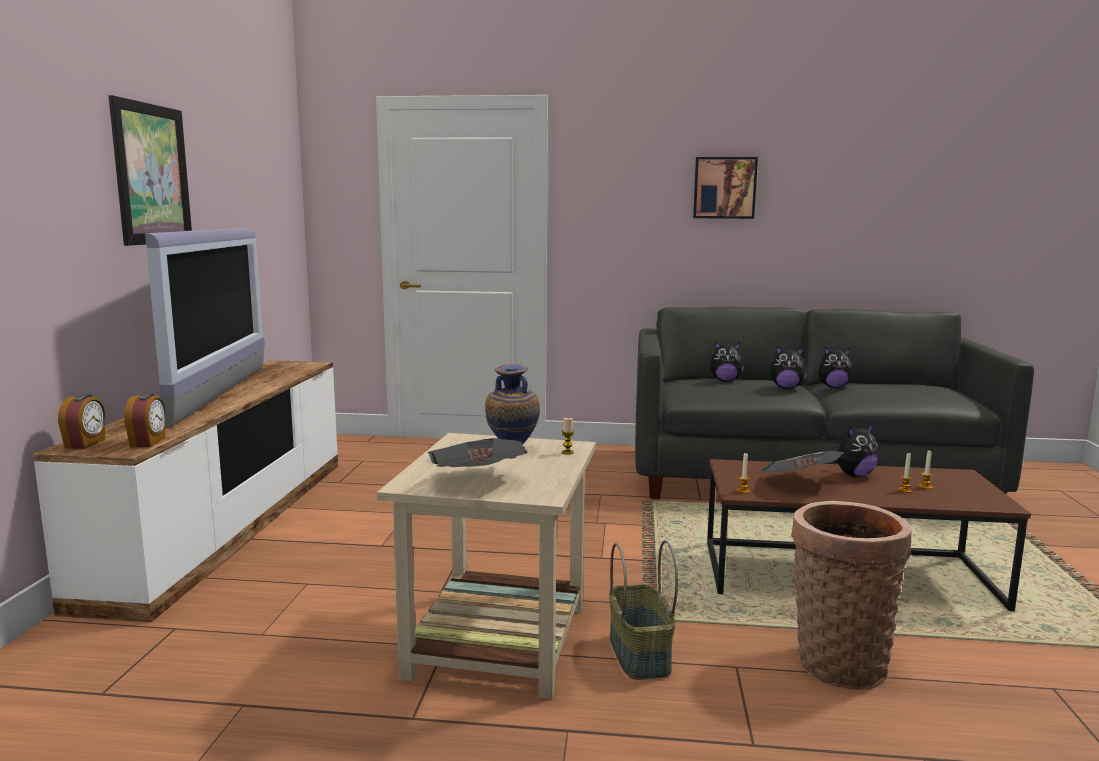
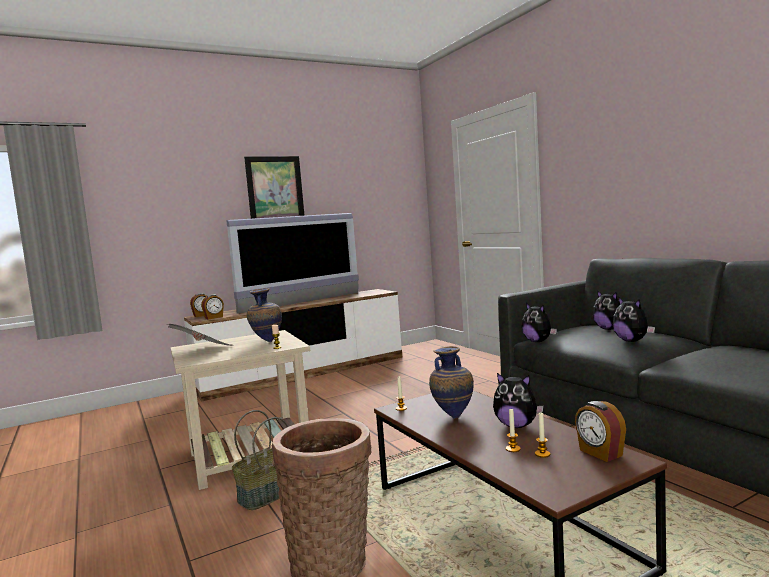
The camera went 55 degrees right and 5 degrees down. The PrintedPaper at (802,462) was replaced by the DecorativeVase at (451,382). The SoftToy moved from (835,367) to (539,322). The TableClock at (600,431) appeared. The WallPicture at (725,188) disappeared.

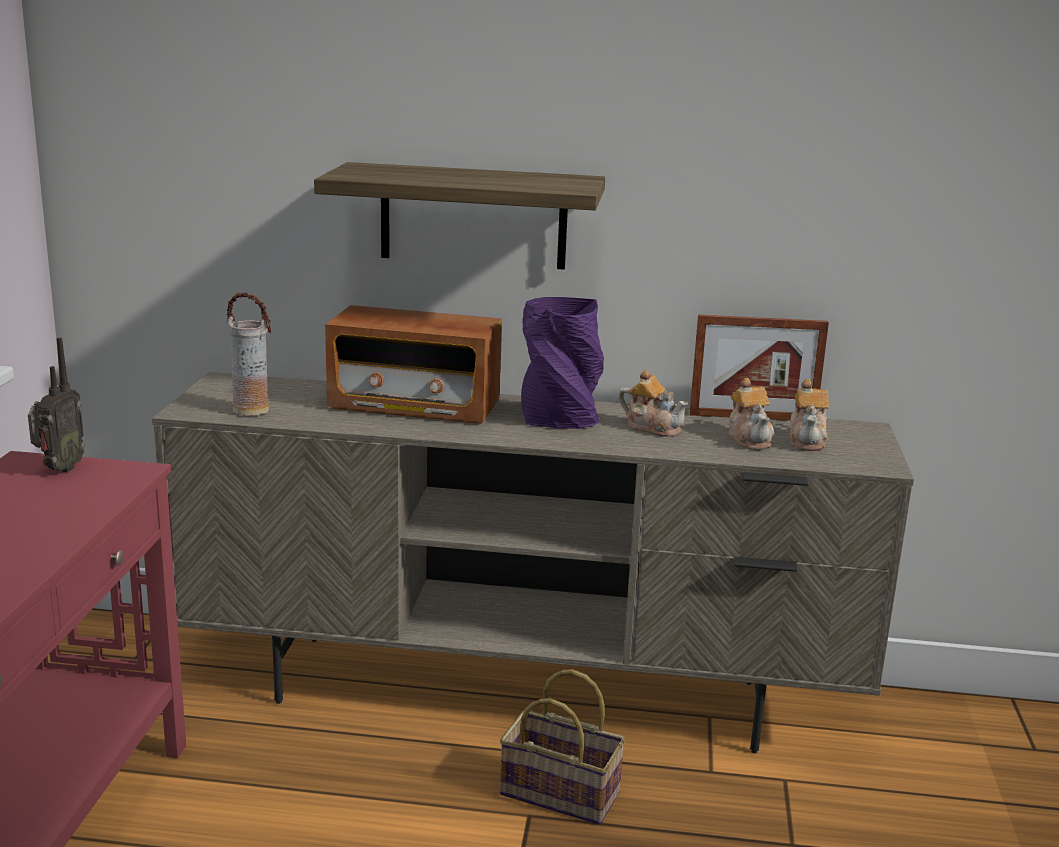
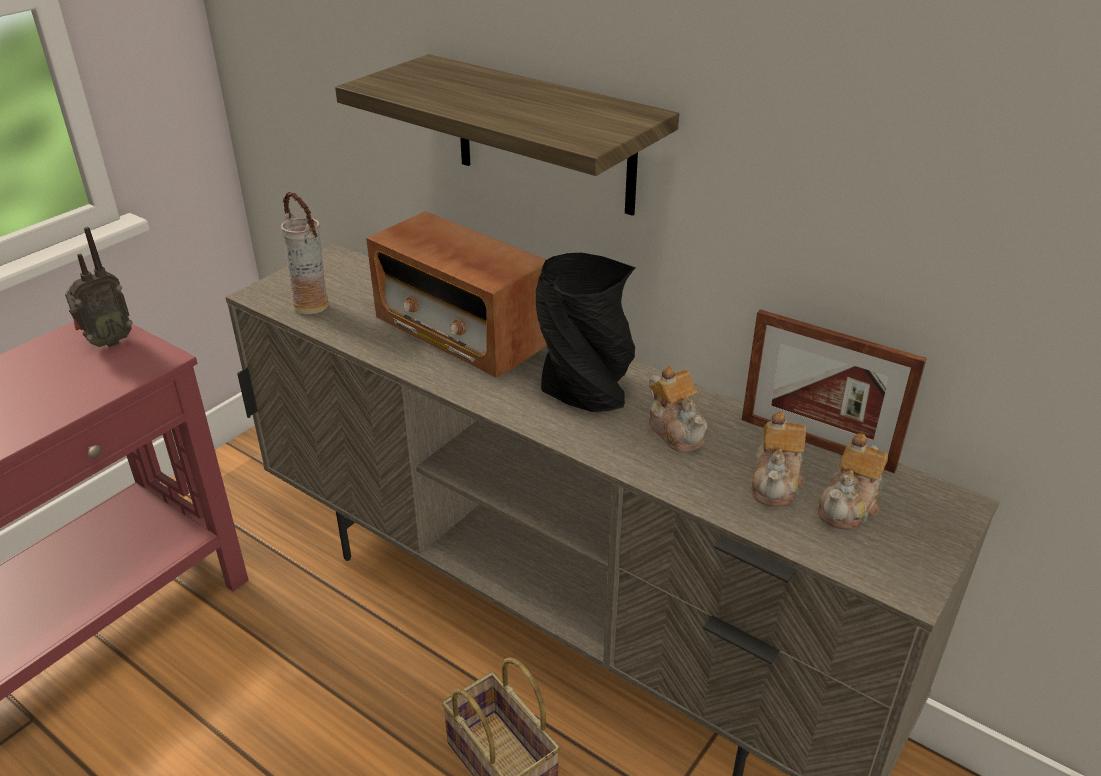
The camera went 30 degrees right and 15 degrees up. The PurplishDecorativeVase at (562,363) became the BlackishDecorativeVase at (586,332).

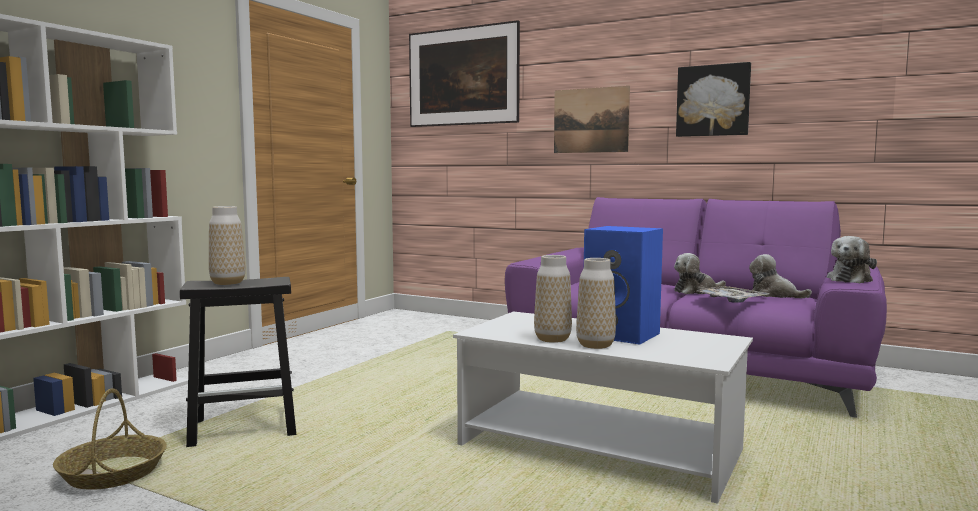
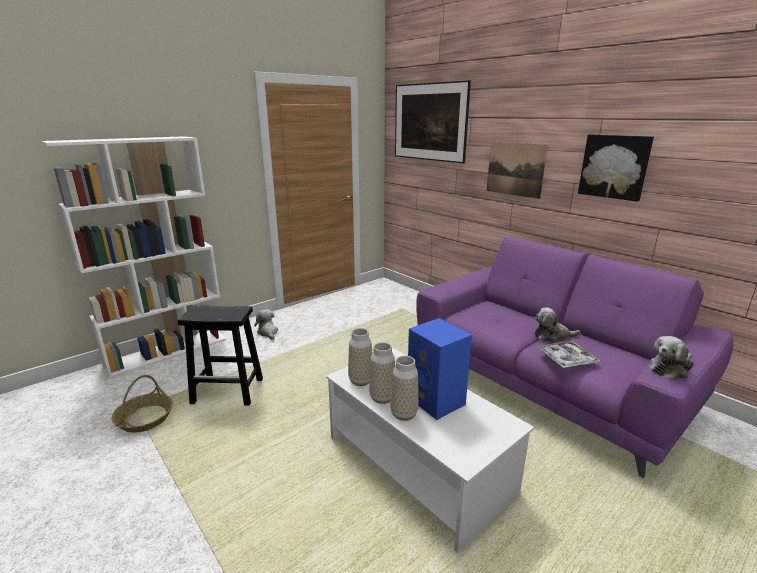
The camera went 20 degrees right and 15 degrees up. The SoftToy moved from (780,276) to (266,324). The DecorativeVase moved from (227,245) to (360,357).

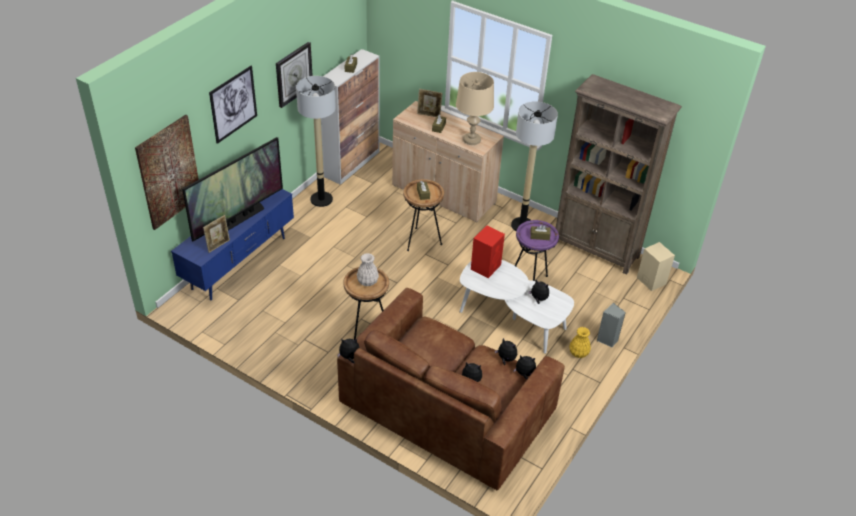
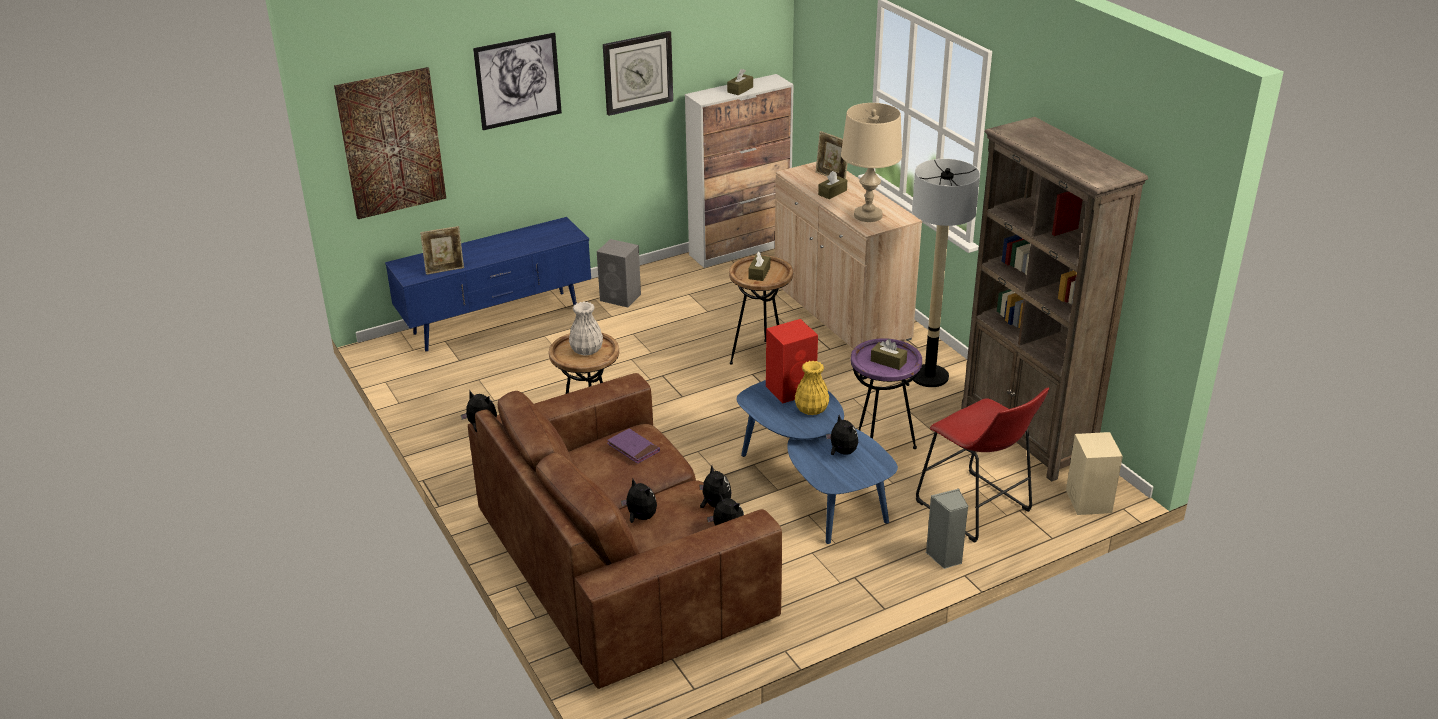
The camera went 30 degrees right and 10 degrees down. The GreyishAudioSpeaker at (619,273) appeared. The PurplishVolume at (633,446) appeared. The WhiteCoffeeTable at (517,307) became the BluishCoffeeTable at (817,462). The YellowishDecorativeVase moved from (580,342) to (812,388). The RedColouredSittingStool at (982,465) appeared. The Television at (232,189) disappeared. The StandingLamp at (316,141) disappeared.

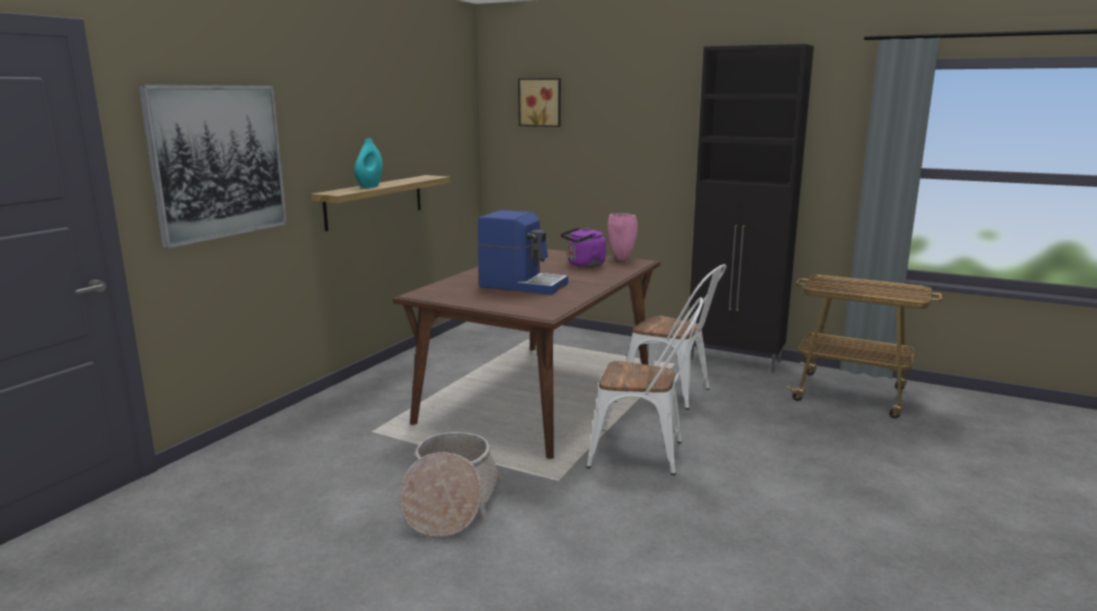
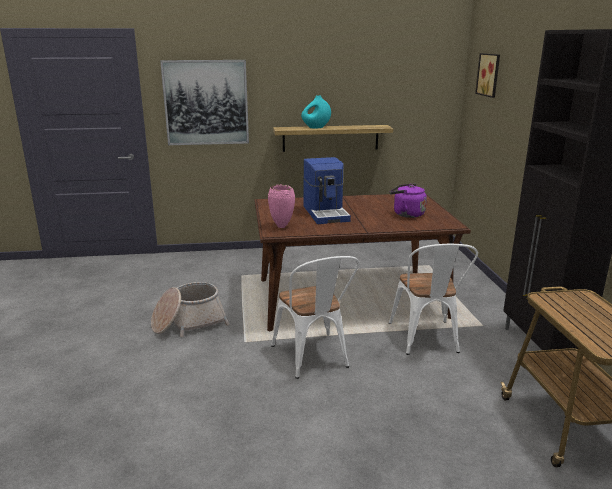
The camera went 55 degrees right and 5 degrees up. The PinkDecorativeVase moved from (622,236) to (281,206).

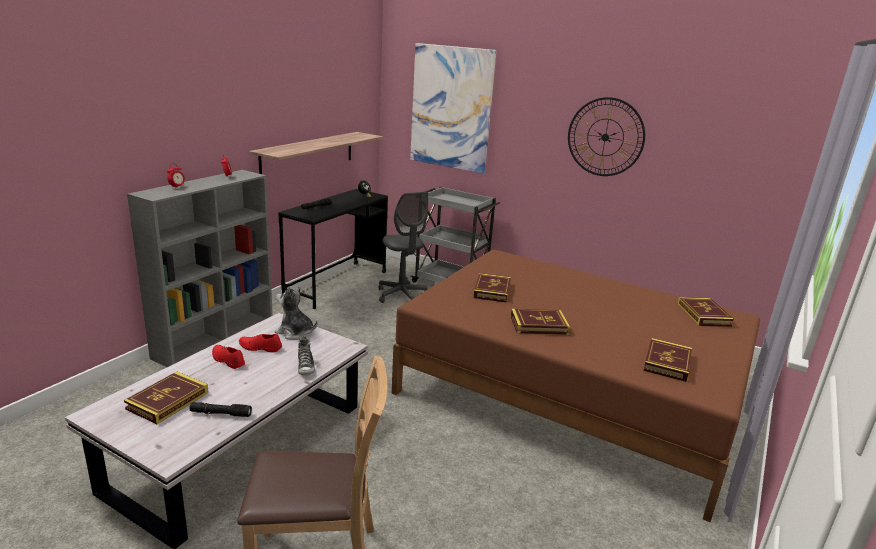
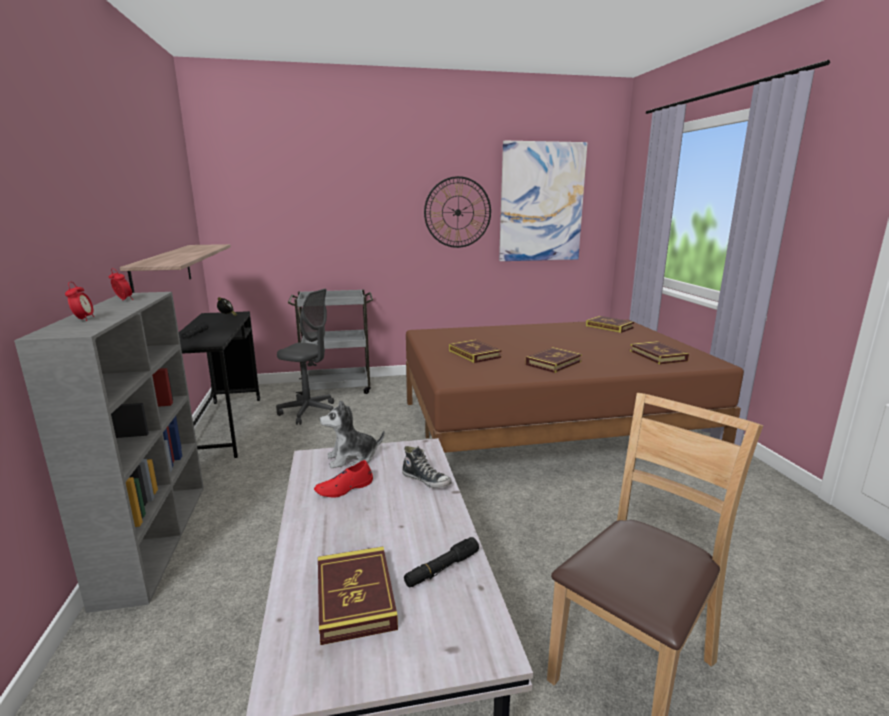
The camera went 40 degrees left and 5 degrees down. The WallPicture moved from (453,108) to (543,201). The RedColouredItemOfFootwear at (228,357) disappeared.

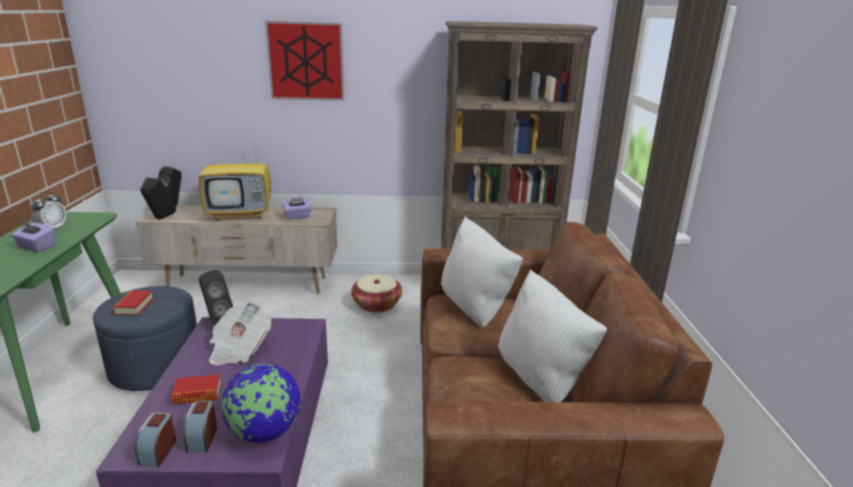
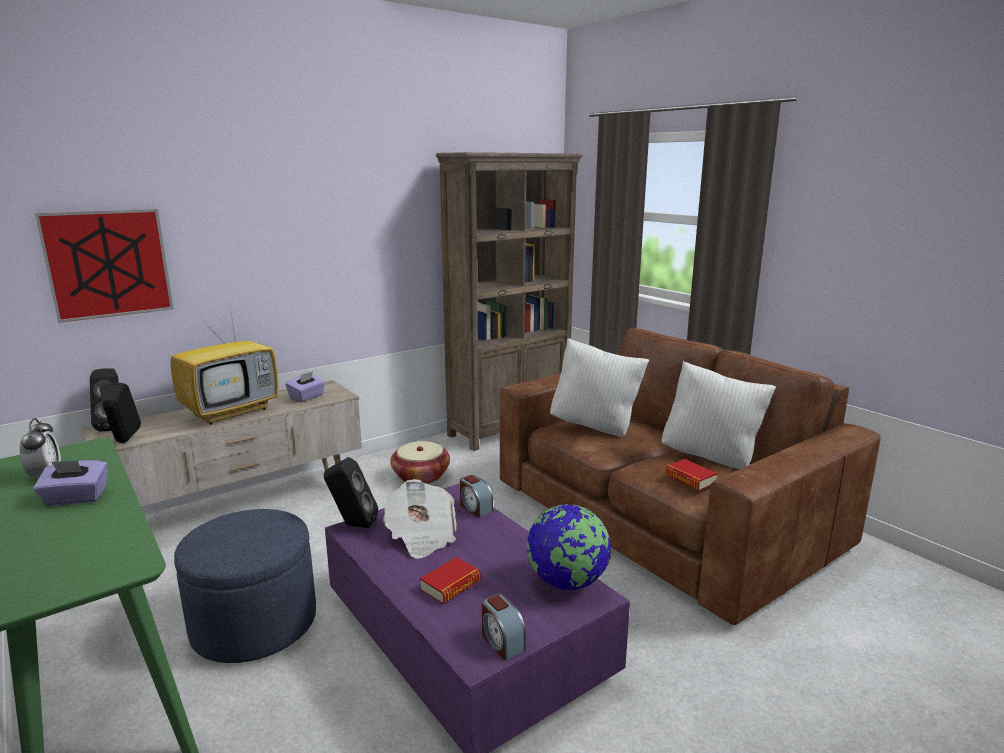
The camera went 35 degrees left and 5 degrees down. The WallPicture moved from (304,61) to (104,266). The TableClock moved from (200,427) to (476,496). The Volume moved from (133,302) to (691,475).

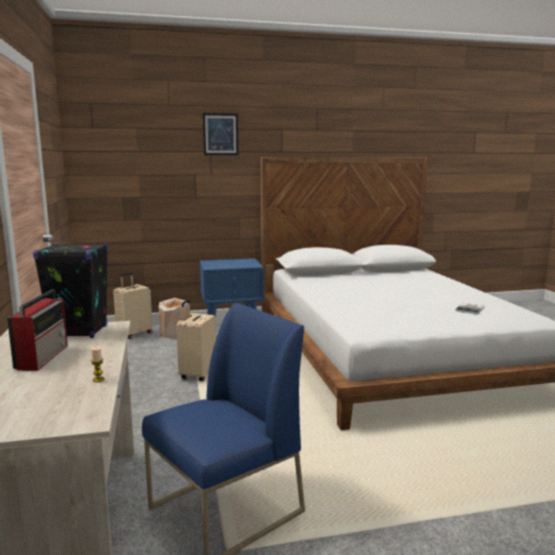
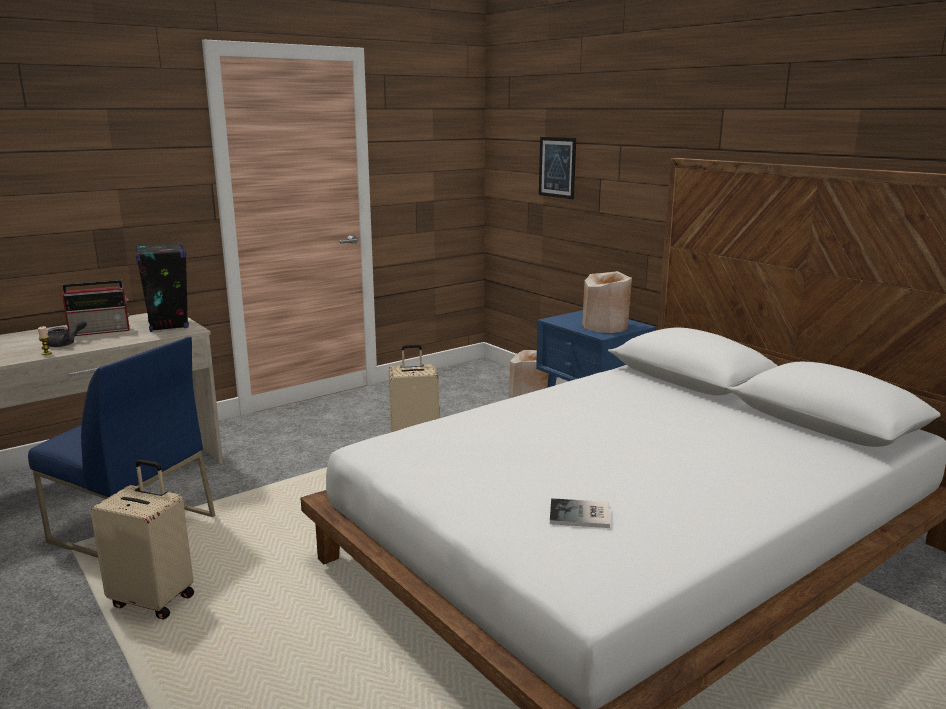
The camera went 65 degrees right and 5 degrees up. The GreyishTeaPot at (67,333) appeared. The BeigePieceOfLuggage moved from (133,305) to (142,539). The WallPicture moved from (221,134) to (557,168). The BeigeDecorativeVase at (607,302) appeared.

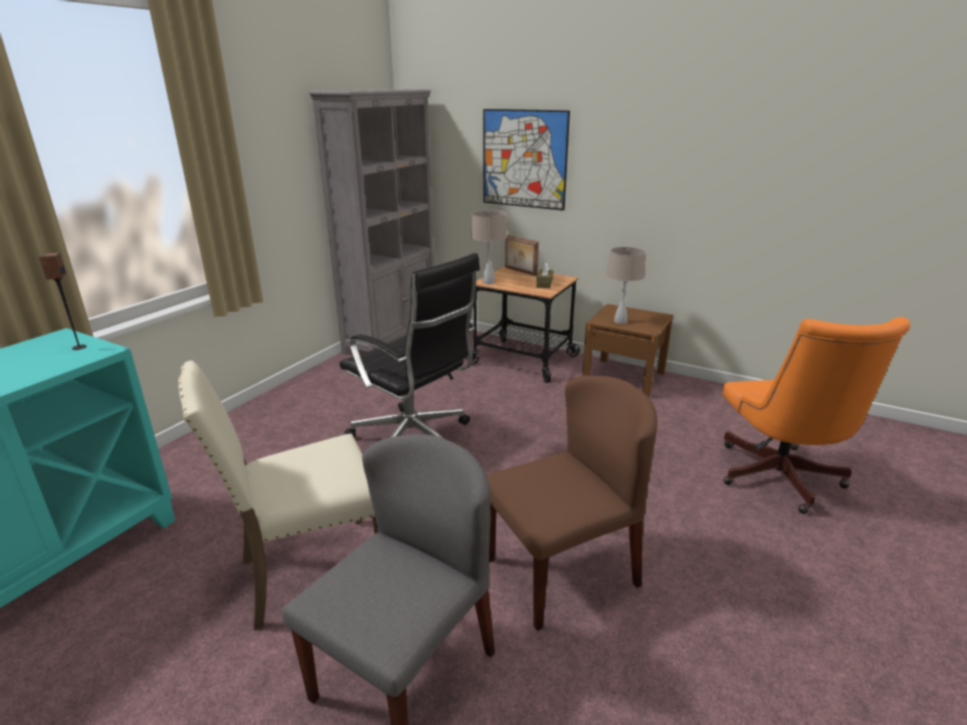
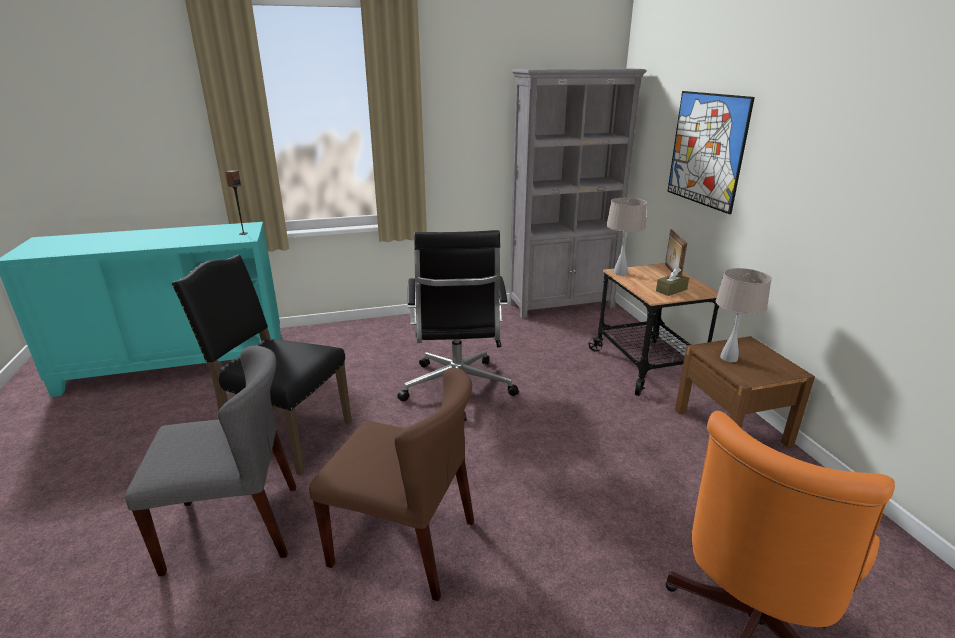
The camera went 45 degrees right and 0 degrees up. The BeigeUprightChair at (278,495) became the BlackishUprightChair at (262,365).

